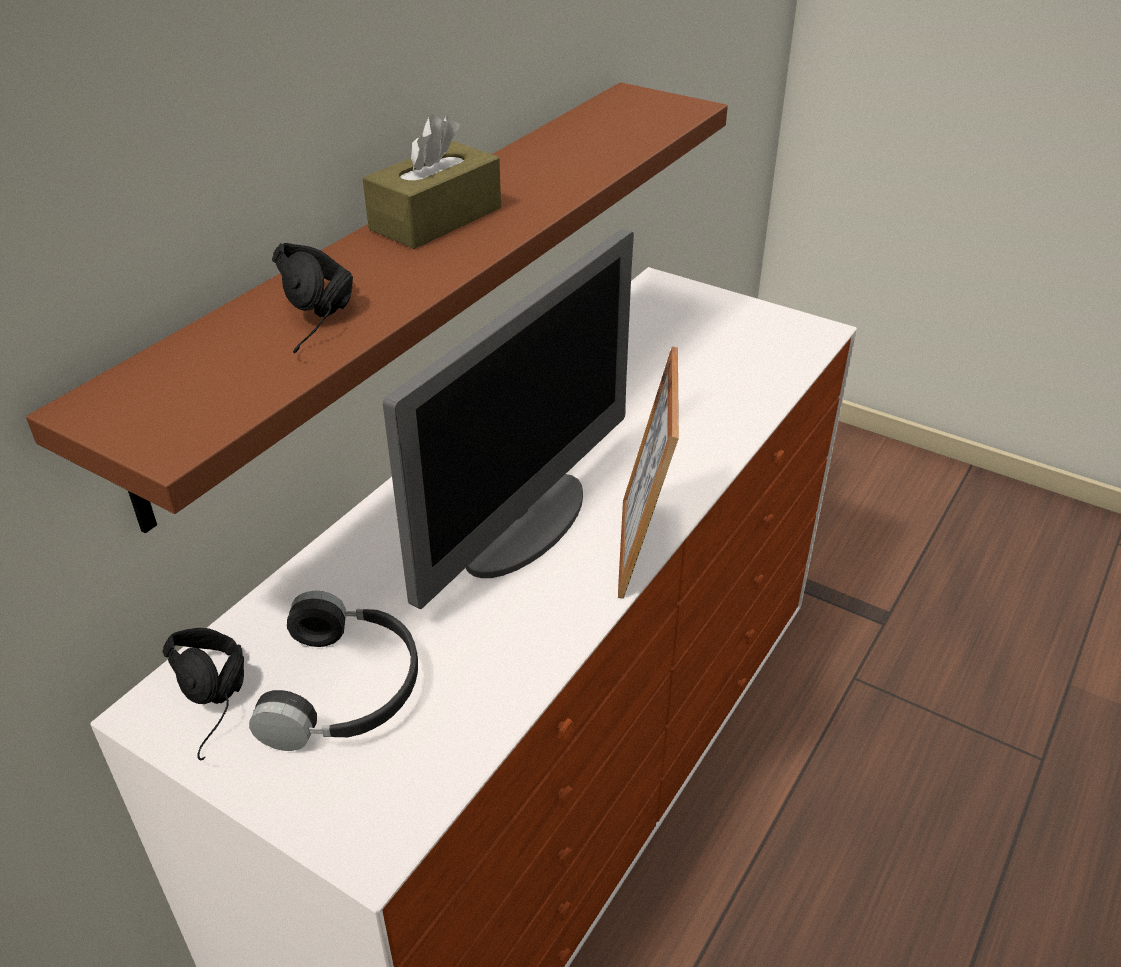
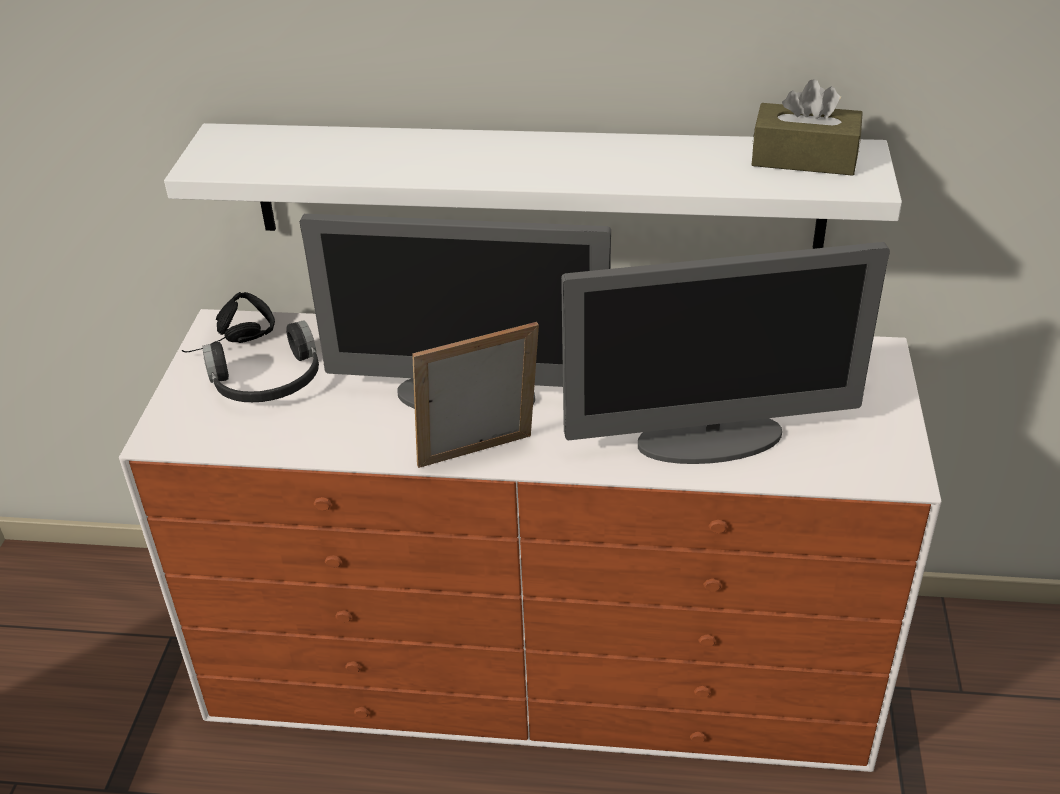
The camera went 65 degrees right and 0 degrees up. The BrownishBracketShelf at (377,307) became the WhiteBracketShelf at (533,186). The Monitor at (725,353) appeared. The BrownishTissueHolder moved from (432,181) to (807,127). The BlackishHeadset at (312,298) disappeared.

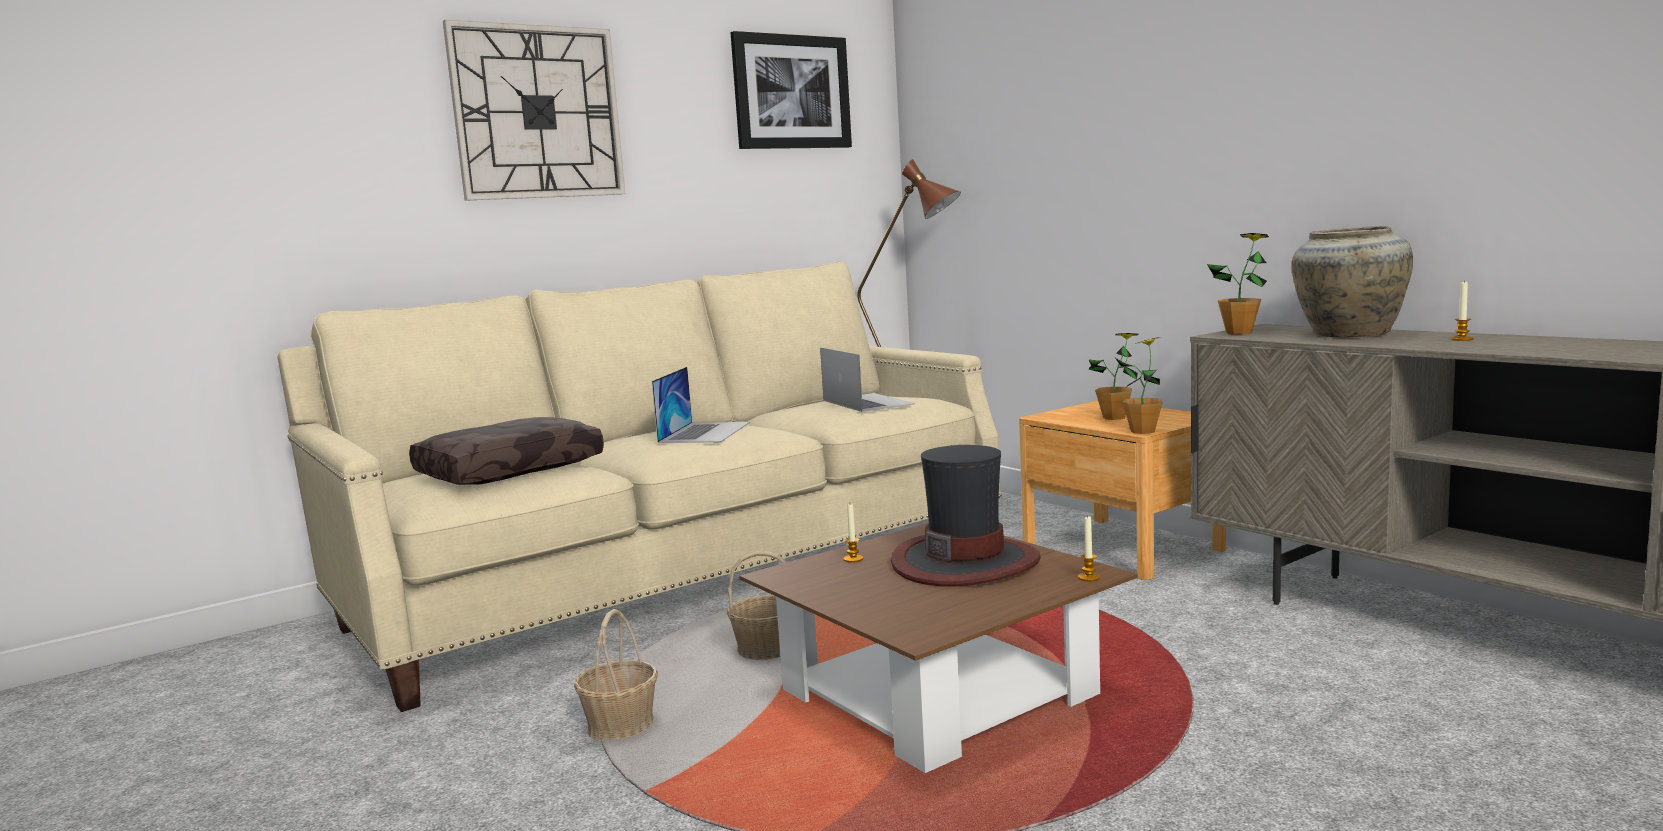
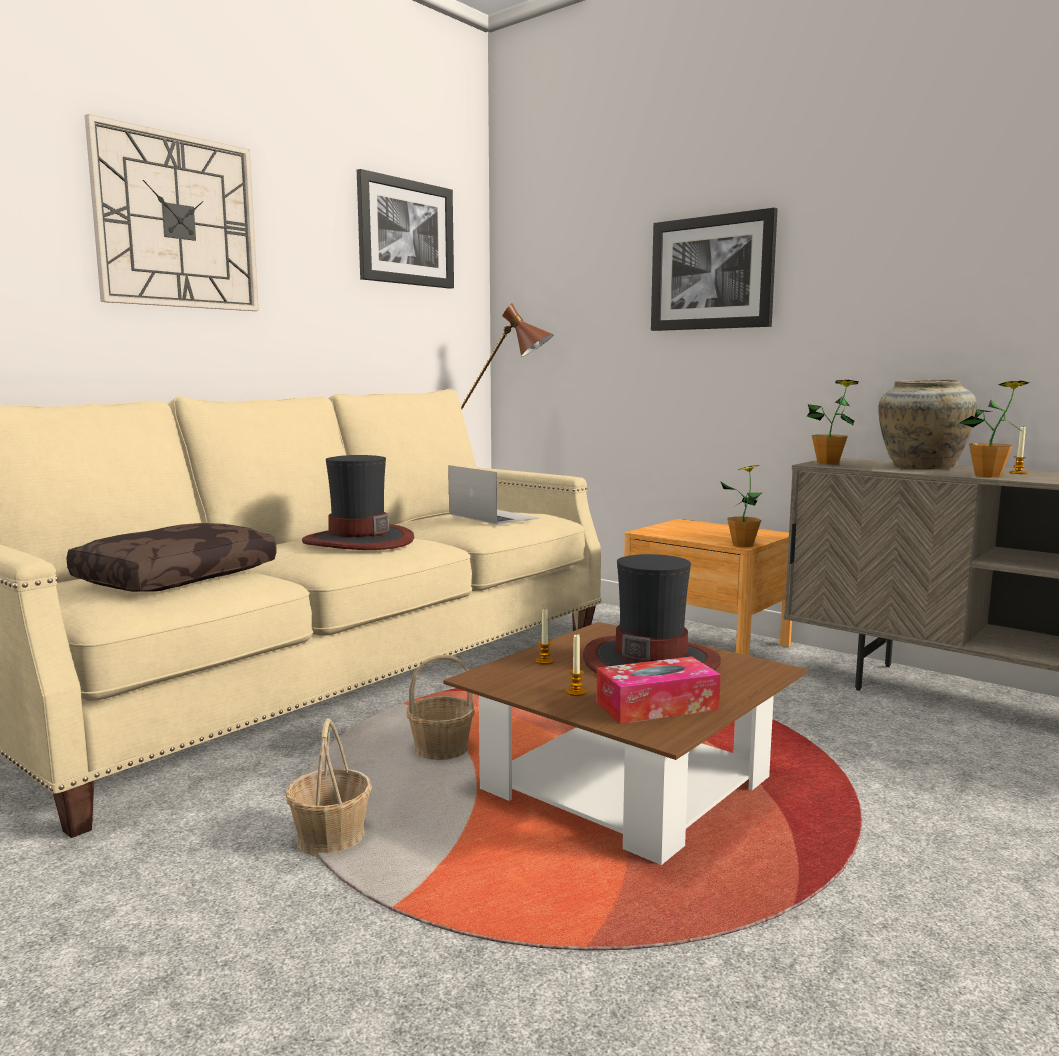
The camera went 15 degrees left and 0 degrees up. The PortableComputer at (701,405) was replaced by the Hat at (358,502). The WaxLight moved from (1089,549) to (576,665). The TissueHolder at (658,690) appeared. The WallPicture at (714,269) appeared. The PlantInAPot moved from (1113,376) to (994,429).

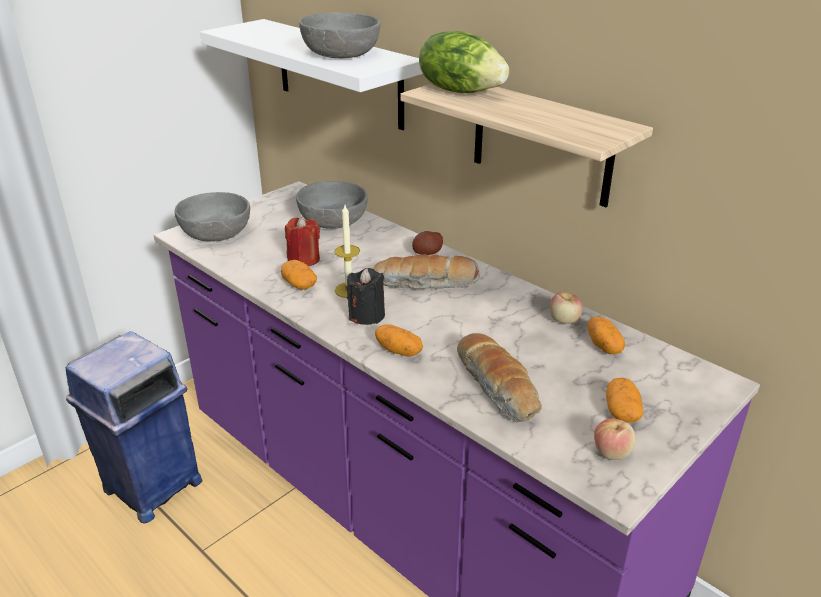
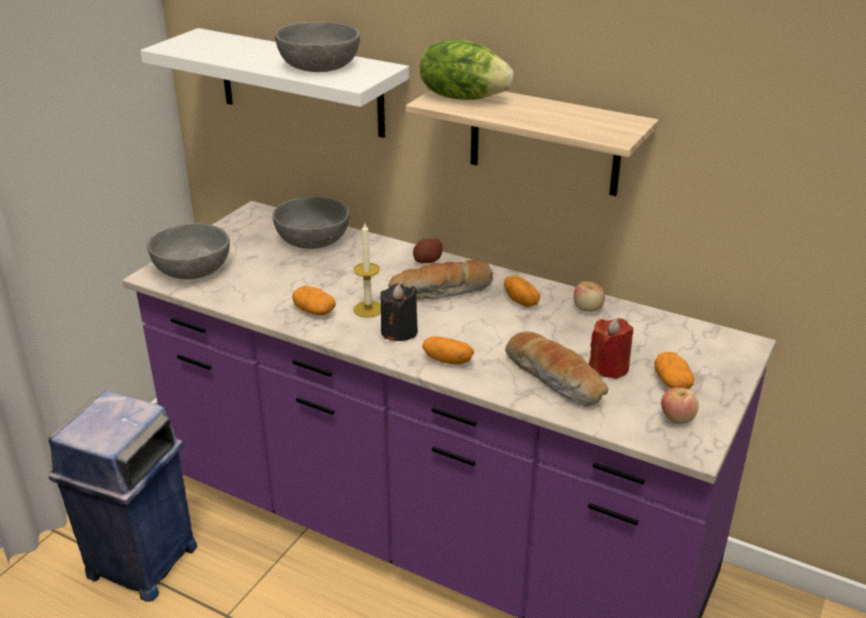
The camera went 15 degrees left and 0 degrees up. The Potato moved from (606,335) to (522,291). The RedColouredWaxLight moved from (302,241) to (611,348).

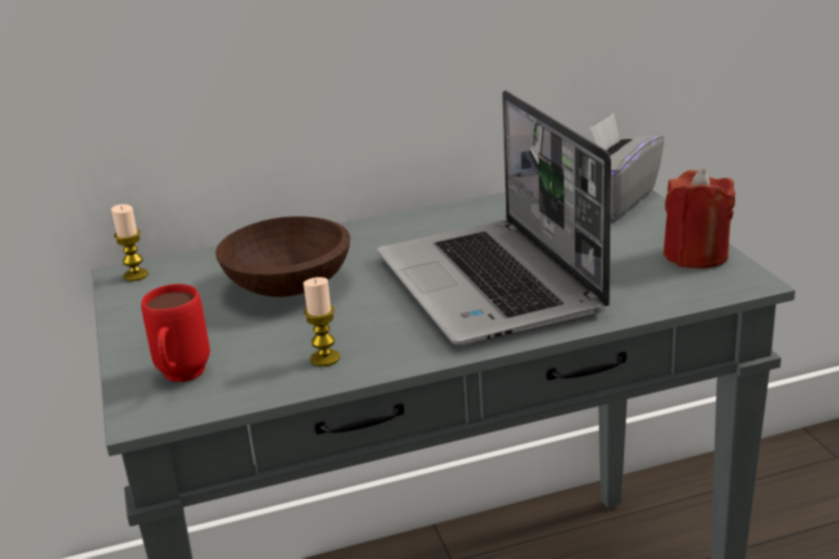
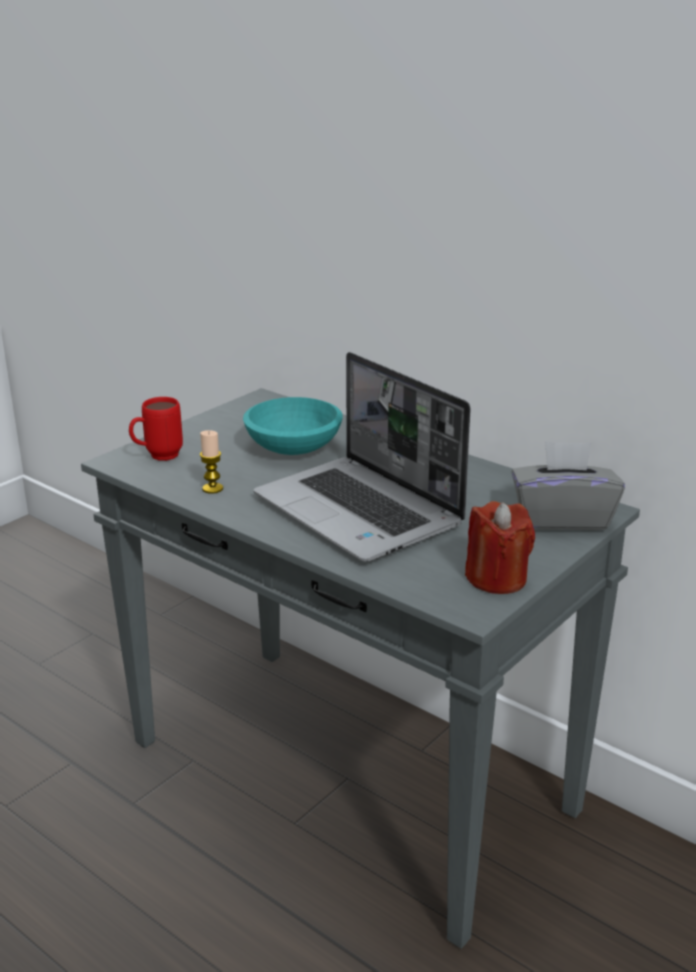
The camera went 55 degrees right and 0 degrees up. The BrownishDeepDish at (283,256) became the TurquoiseDeepDish at (293,426). The PortableComputer at (494,217) turned 75 degrees counterclockwise. The WaxLight at (130,242) disappeared.

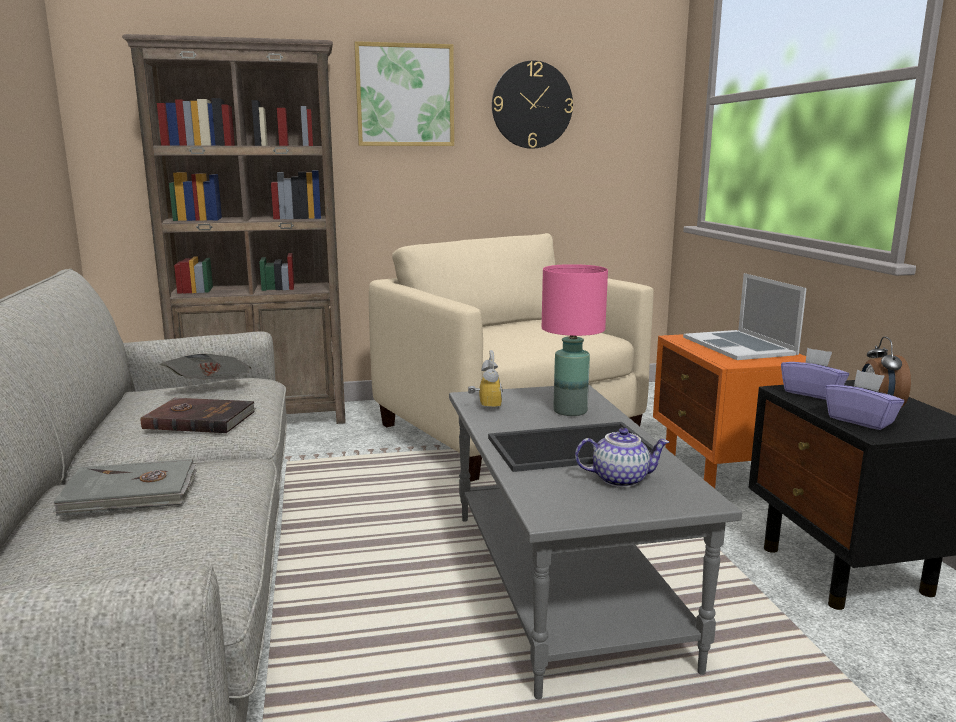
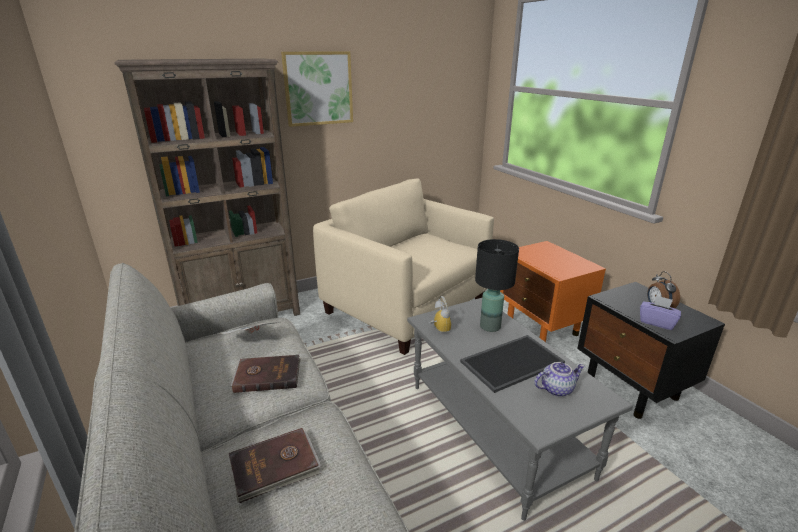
The camera went 15 degrees left and 10 degrees up. The GreyishVolume at (125,487) became the BrownishVolume at (275,465). The PinkTabletopLamp at (575,340) became the BlackishTabletopLamp at (497,285). The HangingClock at (532,105) disappeared. The PortableComputer at (745,316) disappeared. The PurplishTissueHolder at (815,374) disappeared.

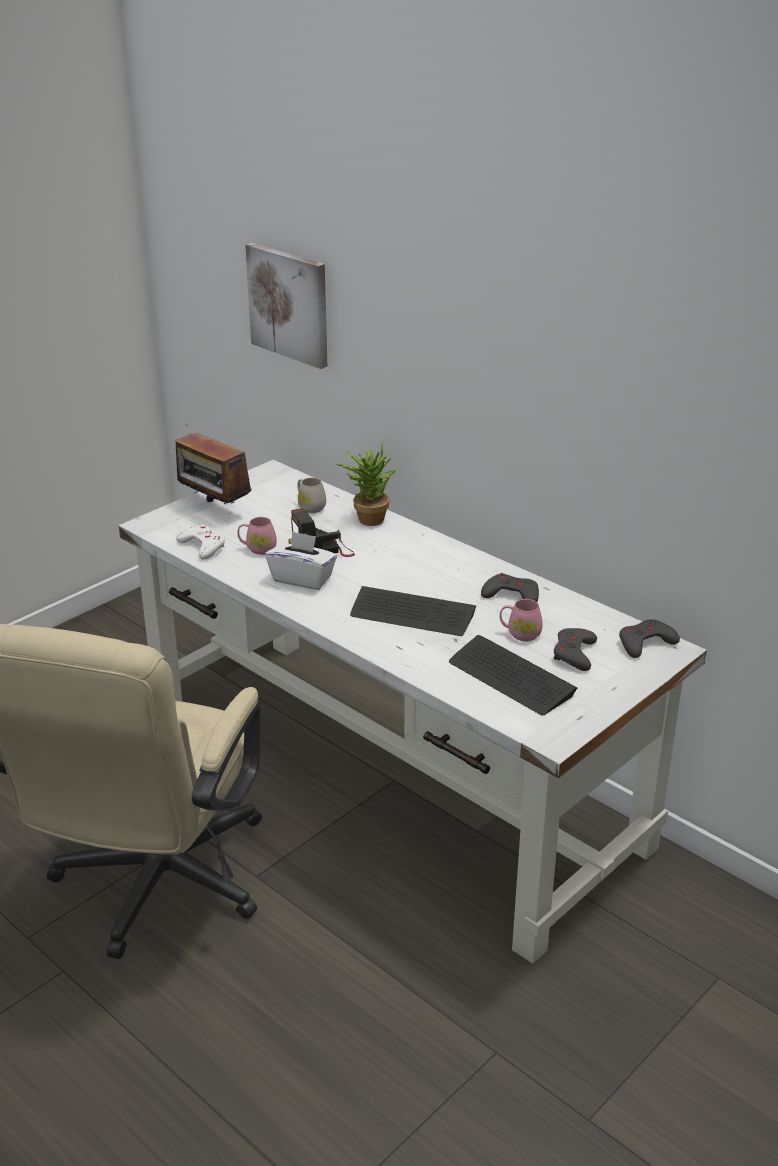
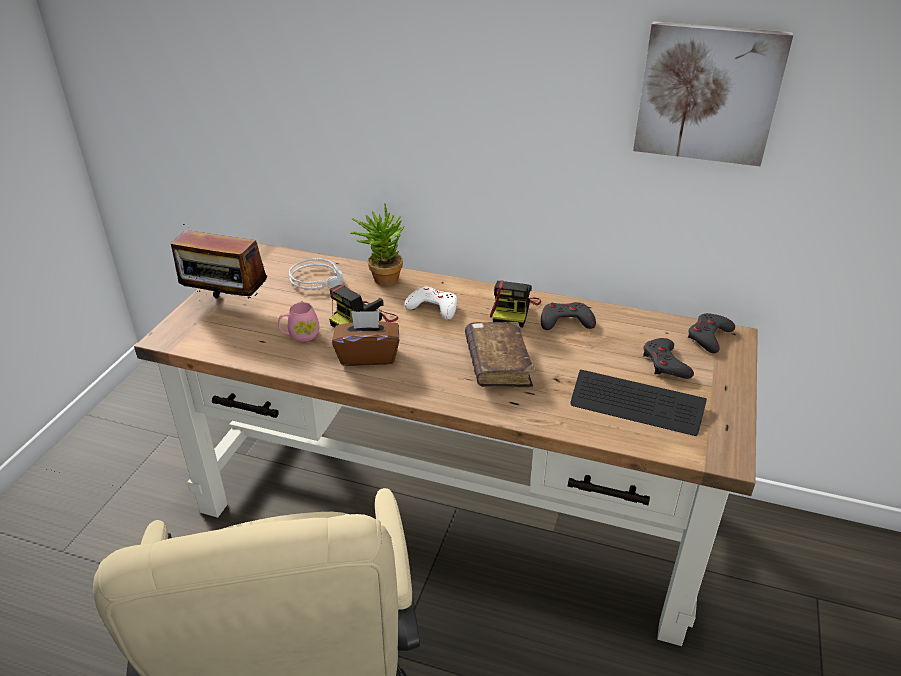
The camera went 25 degrees left and 5 degrees up. The WhiteDeskTable at (413,712) became the BrownishDeskTable at (446,444). The WhiteMug at (312,495) was replaced by the GreyishHeadset at (316,274). The WhiteTissueHolder at (301,560) became the BrownishTissueHolder at (365,338). The WhiteGameController moved from (200,542) to (431,303). The ComputerKeyboard at (413,611) was replaced by the BrownishVolume at (500,355). The StillCamera at (515,304) appeared. The WallPicture moved from (286,306) to (713,93). The PinkMug at (521,620) disappeared.

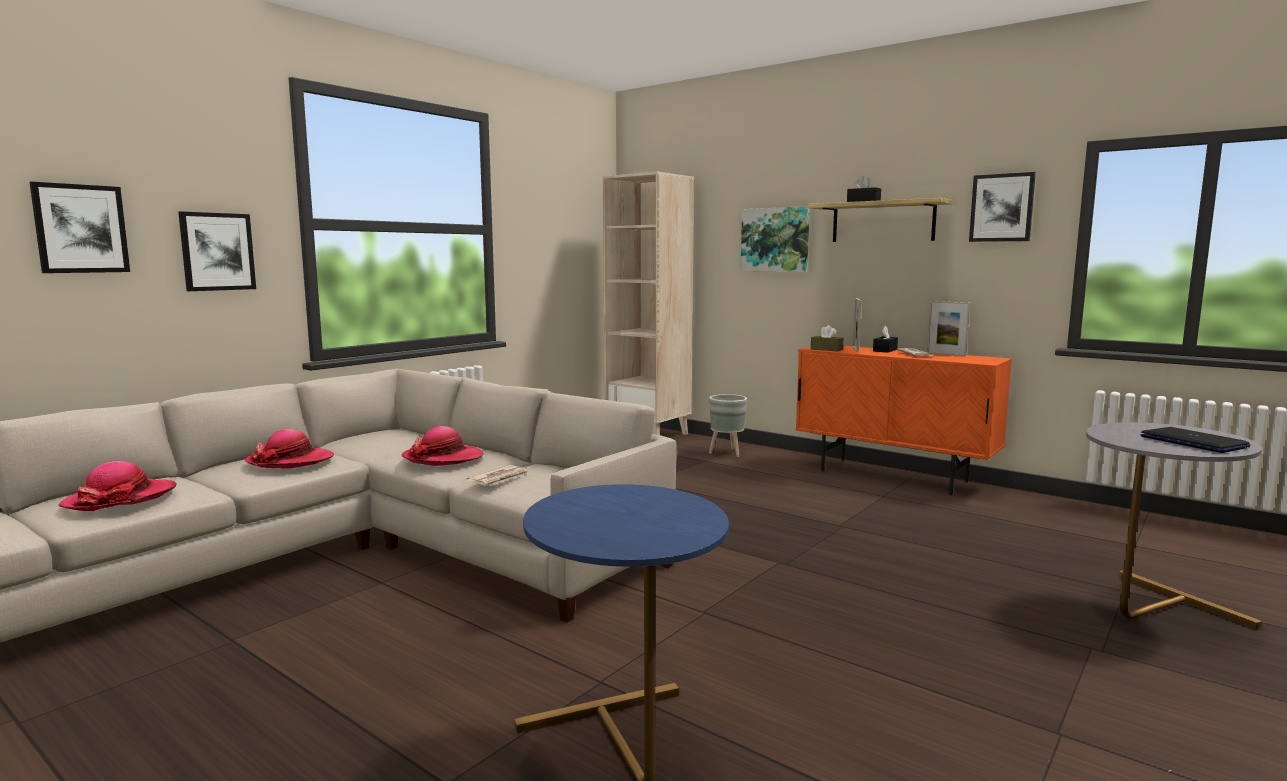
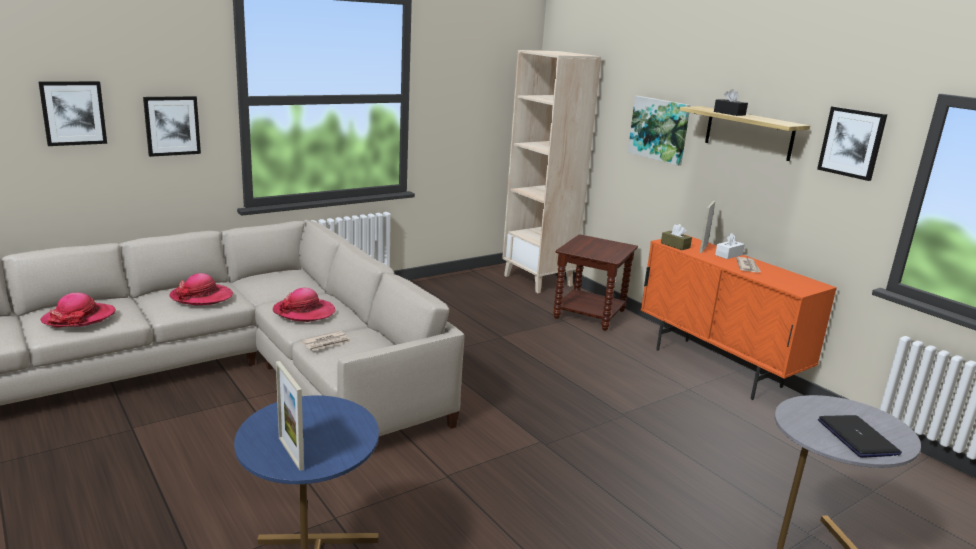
The camera went 15 degrees right and 10 degrees up. The PictureFrame moved from (948,329) to (290,416). The GreyishFlowerPot at (728,425) was replaced by the BrownishSideTable at (595,282). The BlackishTissueHolder at (885,339) became the WhiteTissueHolder at (730,246).

